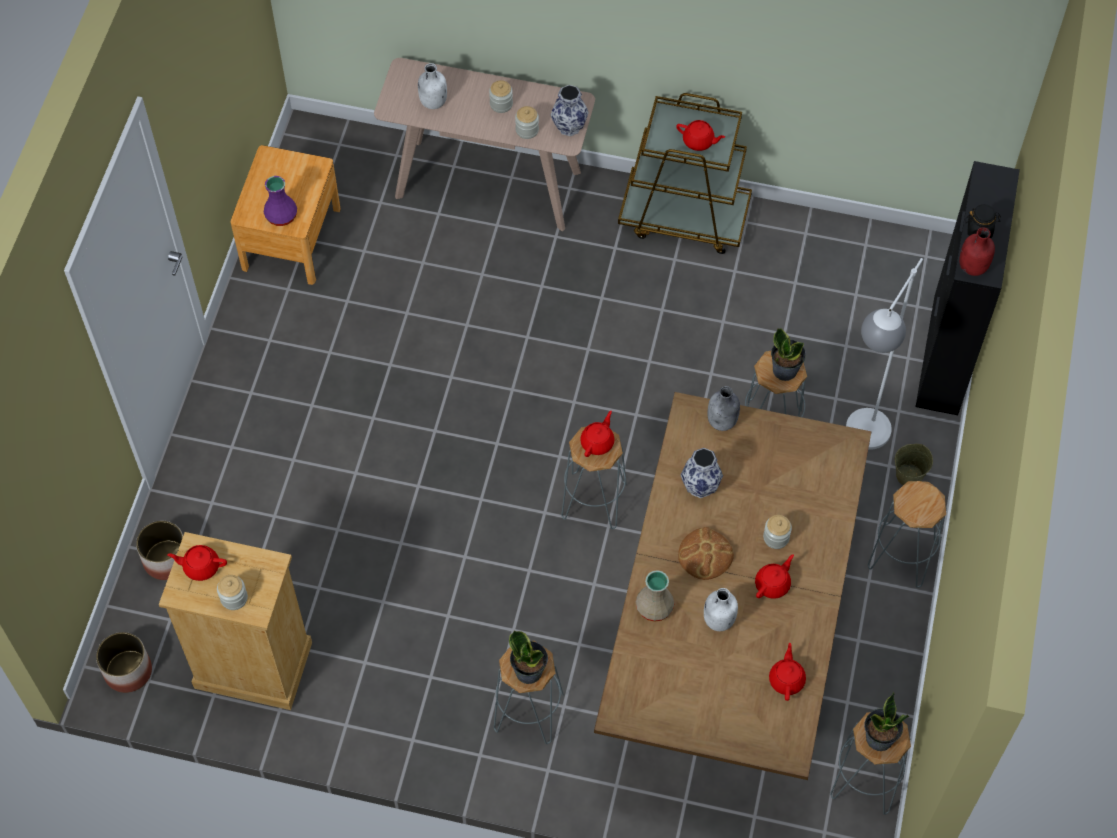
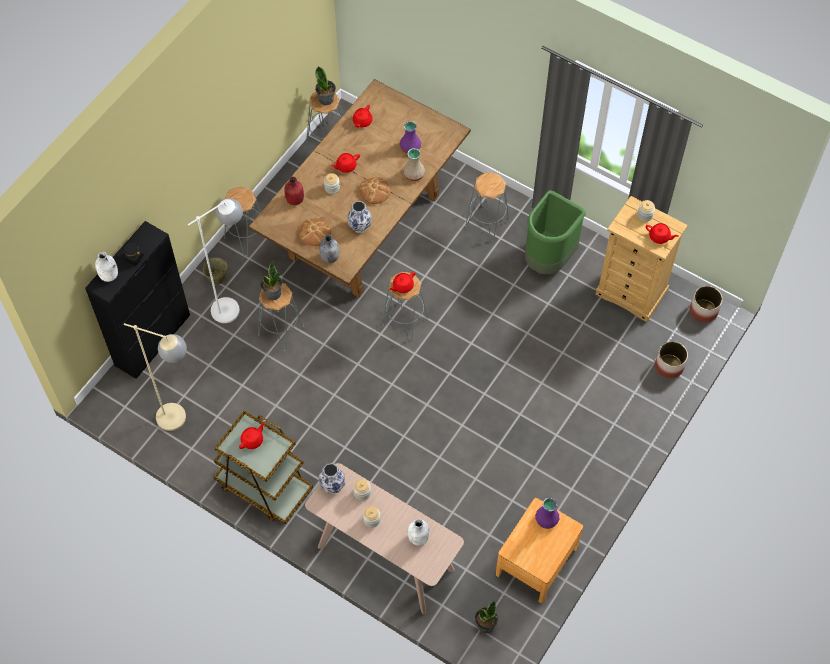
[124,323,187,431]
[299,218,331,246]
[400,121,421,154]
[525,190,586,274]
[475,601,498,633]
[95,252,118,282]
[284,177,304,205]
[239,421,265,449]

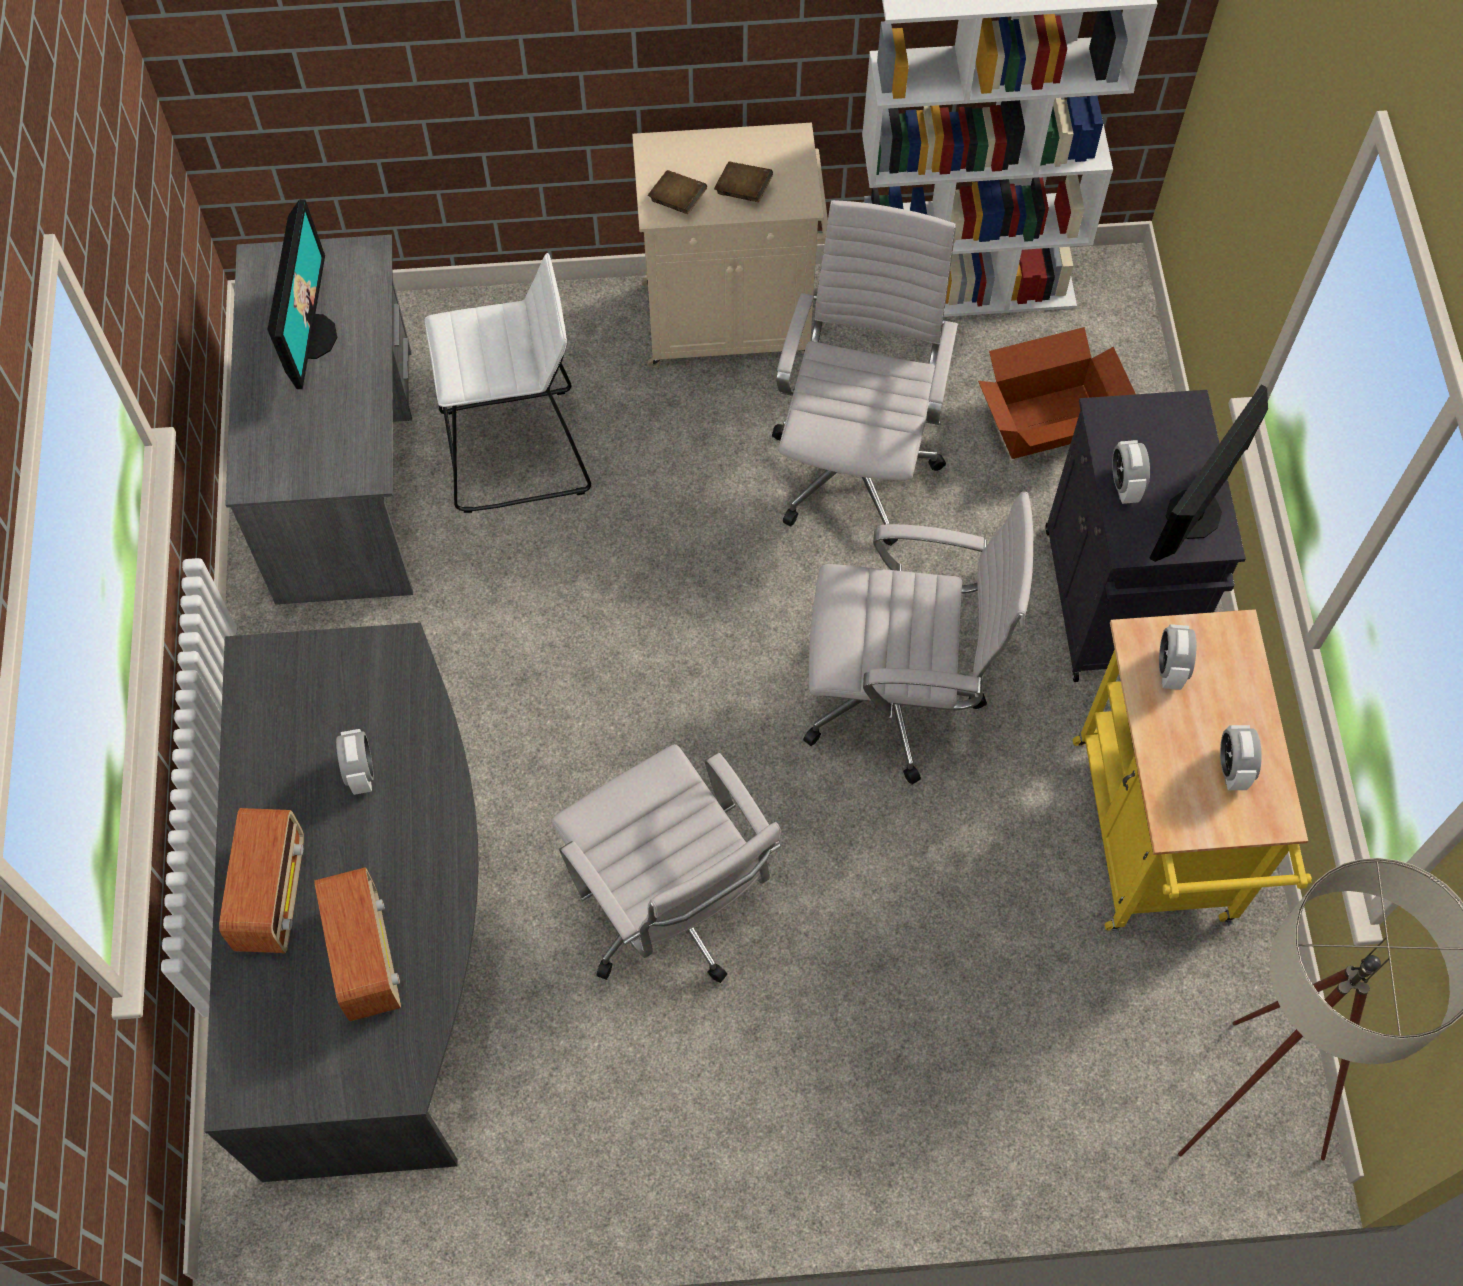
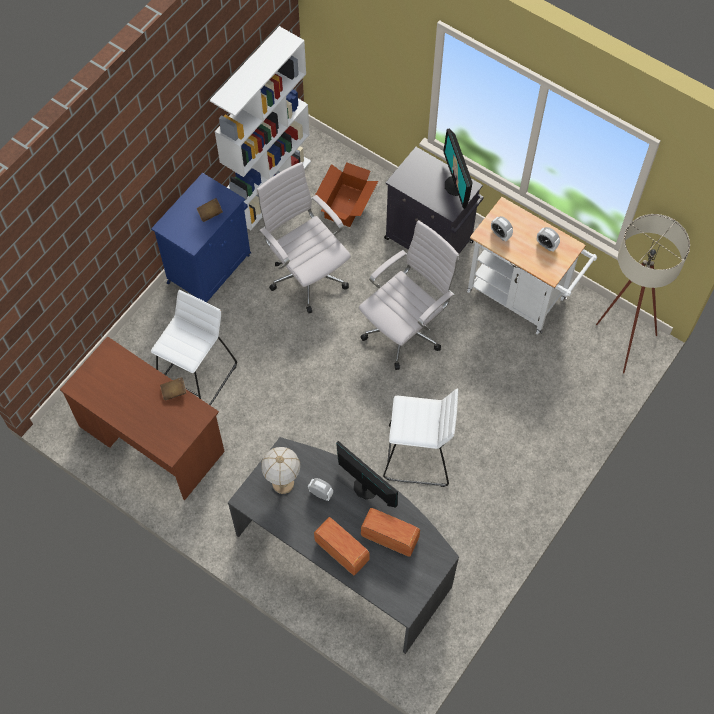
[1112,440,1150,504] (first image)
[261,447,300,494]
[336,441,398,508]
[160,377,186,400]
[383,389,458,487]
[60,336,225,500]
[151,173,251,302]
[467,197,597,335]

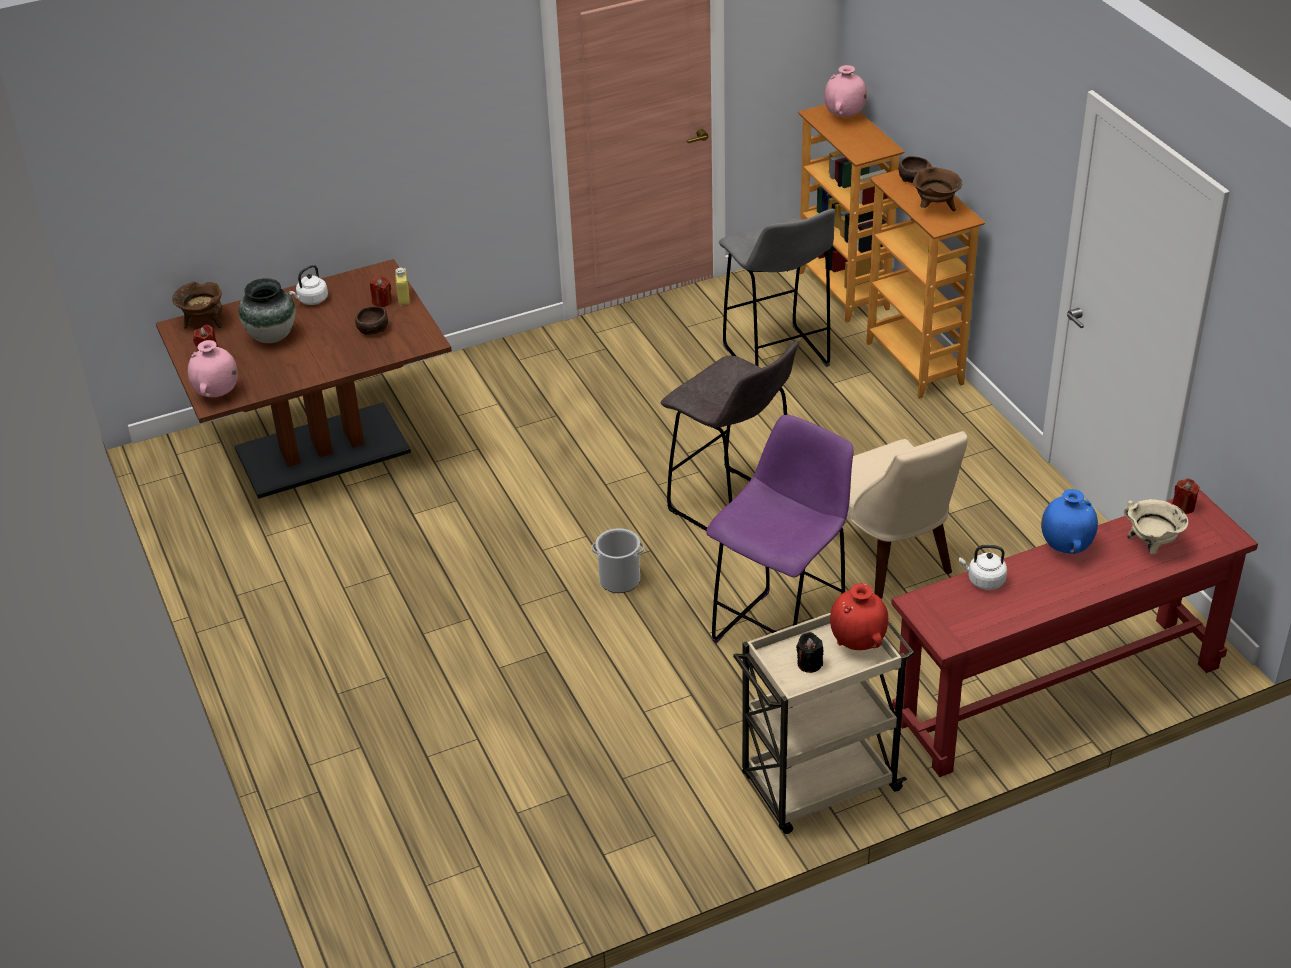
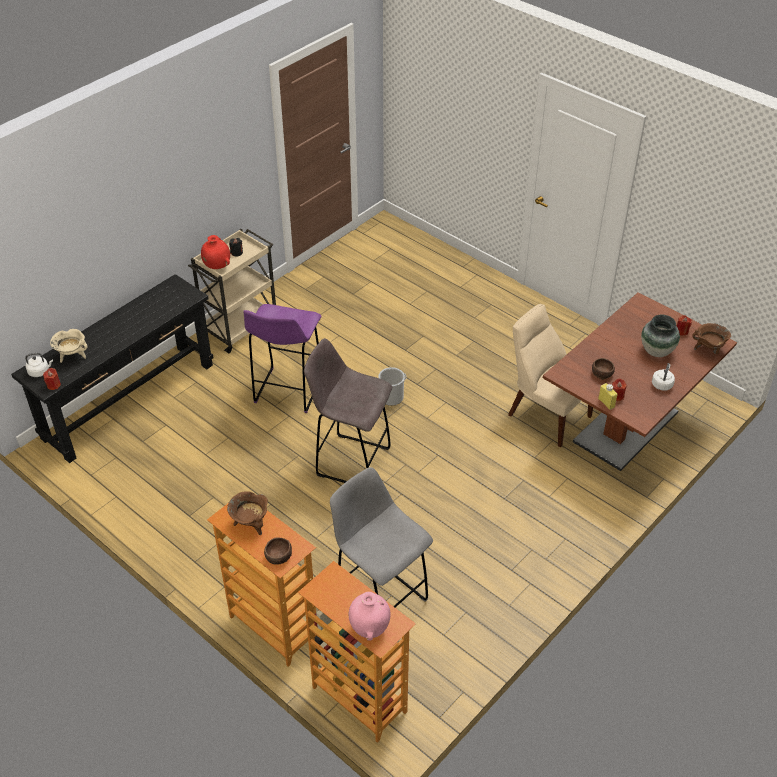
[188,340,238,397] (first image)
[1041,489,1098,554] (first image)
[508,304,593,447]
[25,353,53,377]
[11,274,214,463]

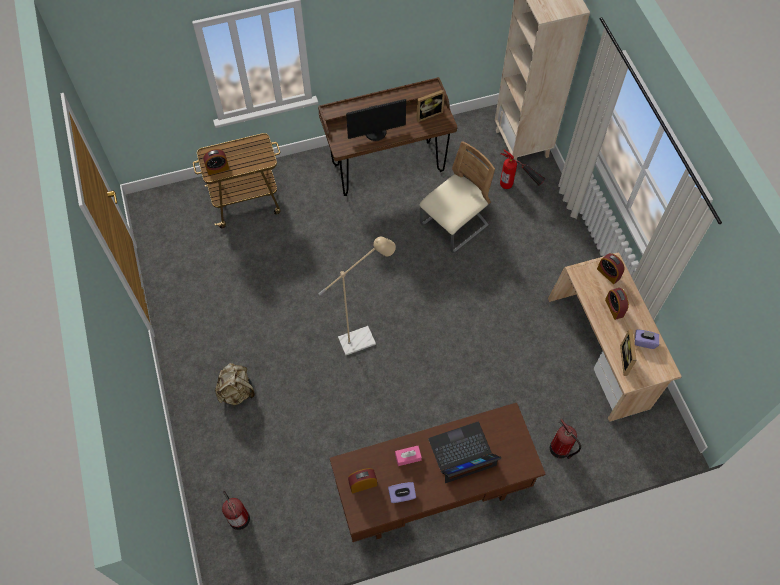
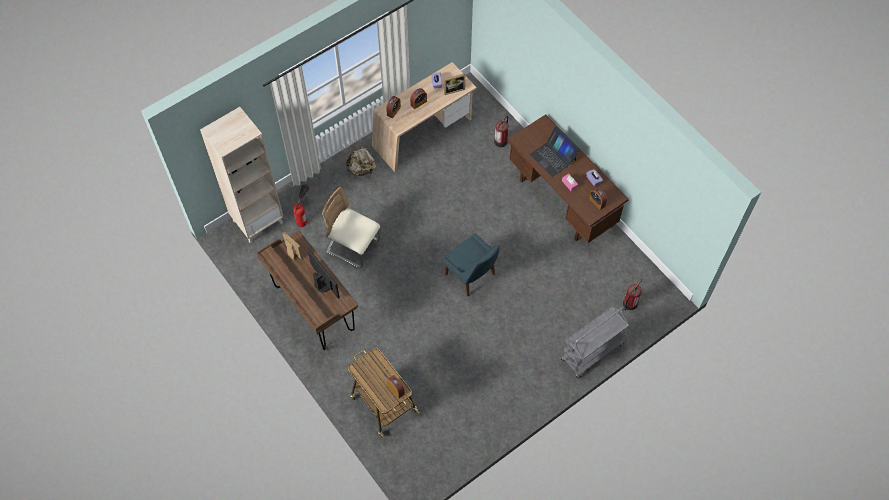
[561,307,629,378]
[346,146,376,176]
[443,233,499,296]

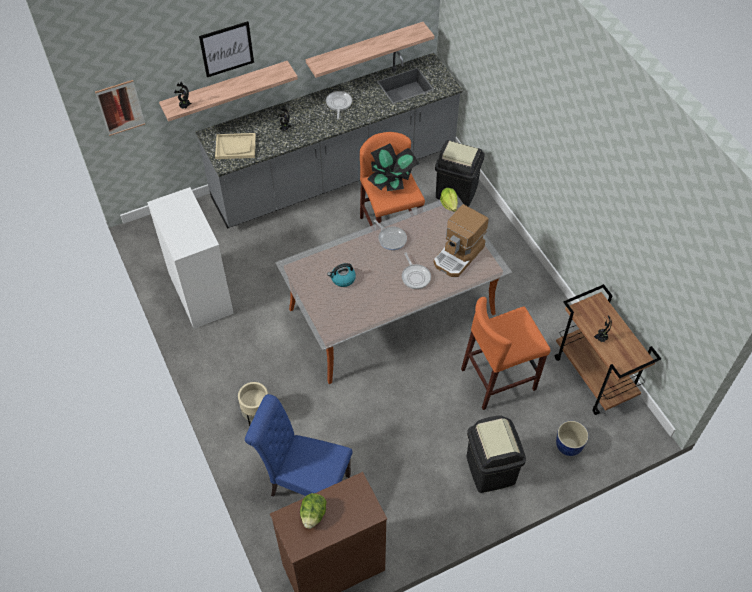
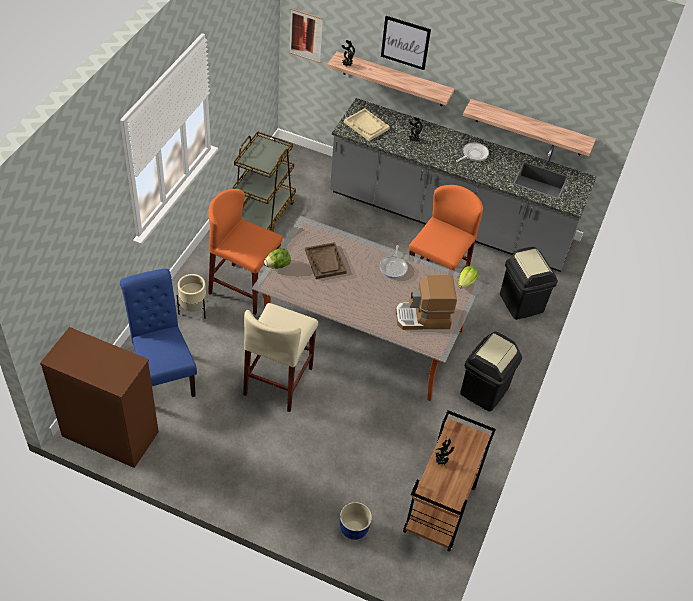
[368,143,420,191] (first image)
[402,253,431,289] (first image)
[243,303,318,412]
[264,248,291,269]
[208,189,283,315]
[460,332,522,412]
[232,131,296,232]
[305,242,347,279]

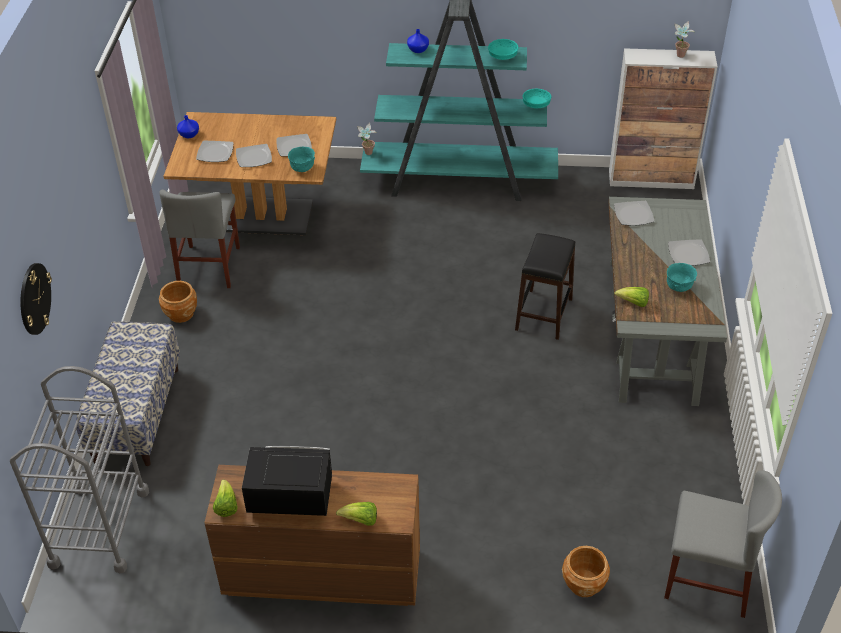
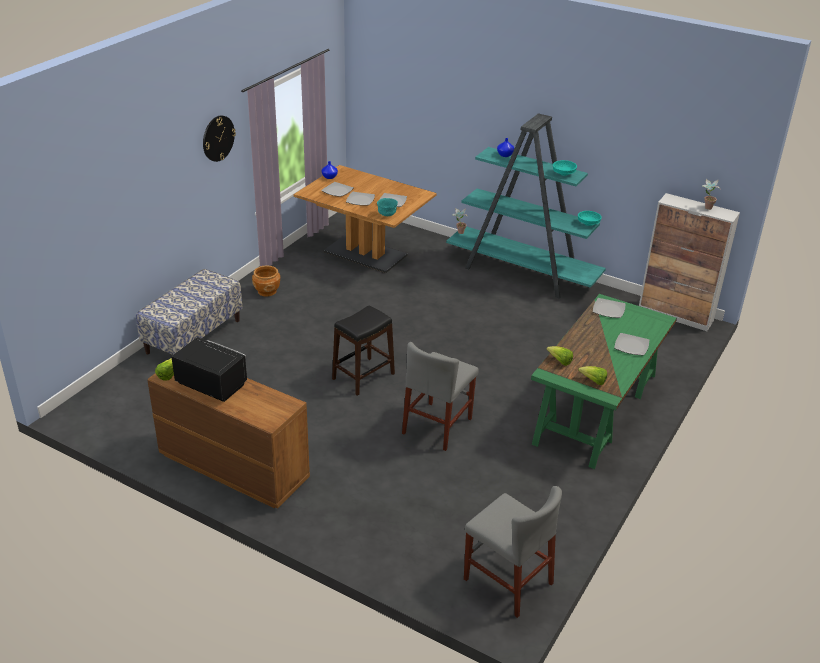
[10,366,149,573] (first image)
[562,546,610,597] (first image)
[667,263,697,292] (first image)
[203,115,236,162]
[402,342,479,451]
[578,366,607,385]
[332,306,395,396]
[531,294,677,469]

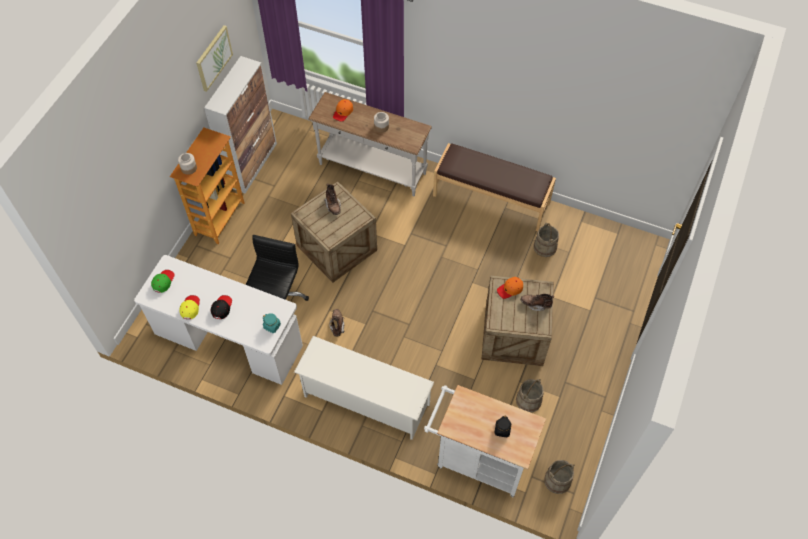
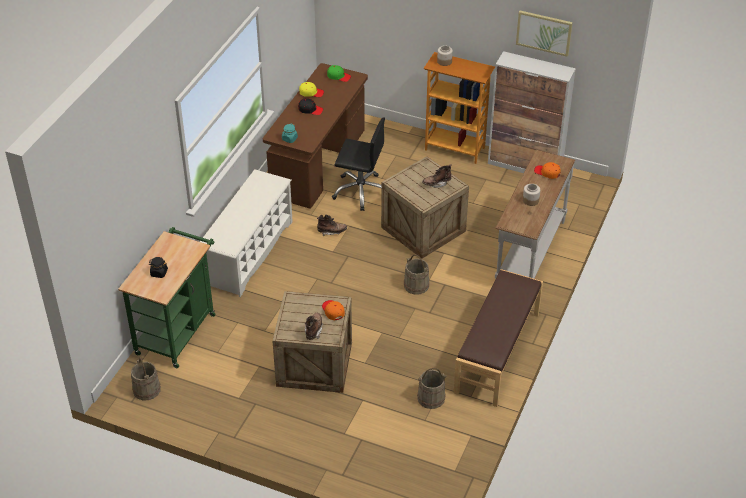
[404,254,430,295]
[263,63,368,209]
[118,227,216,368]

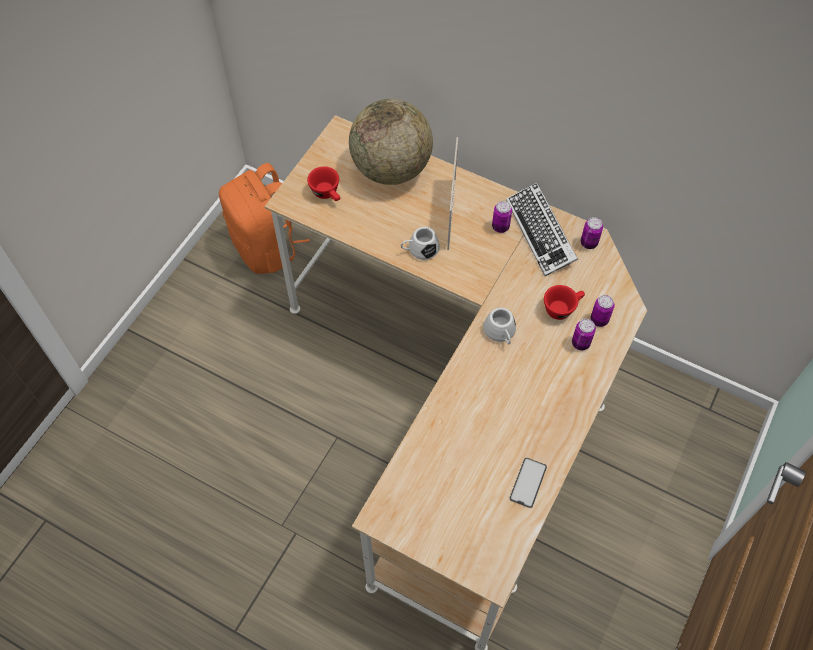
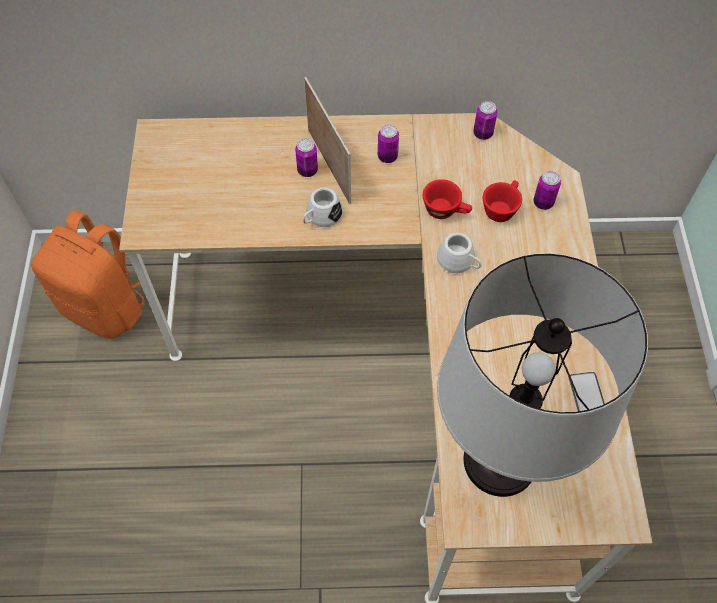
[349,99,433,185] (first image)
[506,182,578,276] (first image)
[437,253,648,497]
[423,179,472,219]
[295,138,318,177]

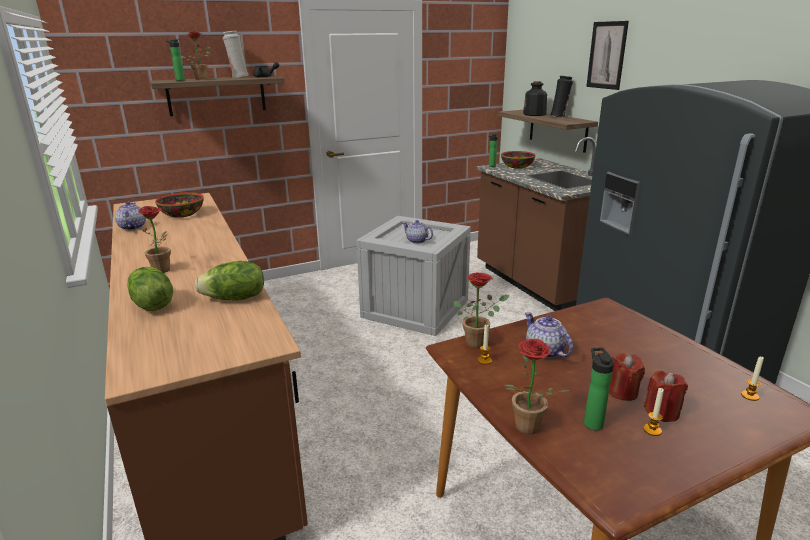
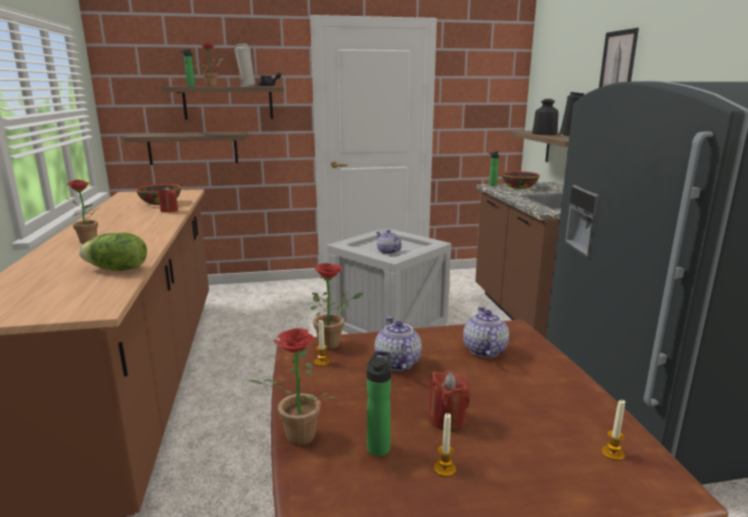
[128,267,173,311] (first image)
[123,132,248,165]
[463,306,509,358]
[158,187,178,213]

